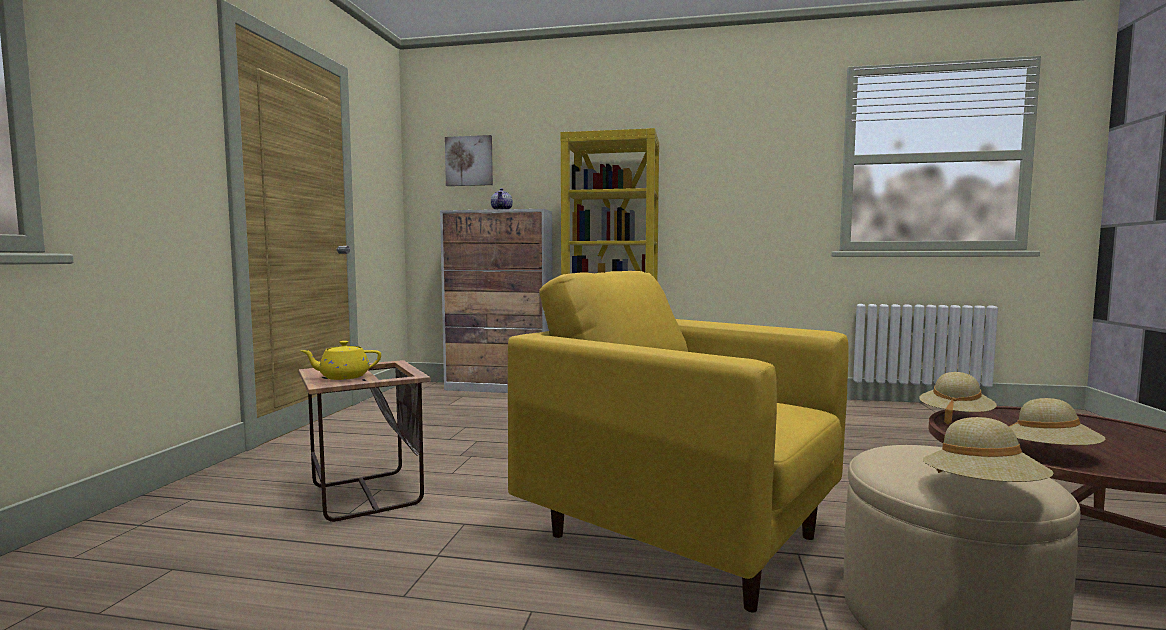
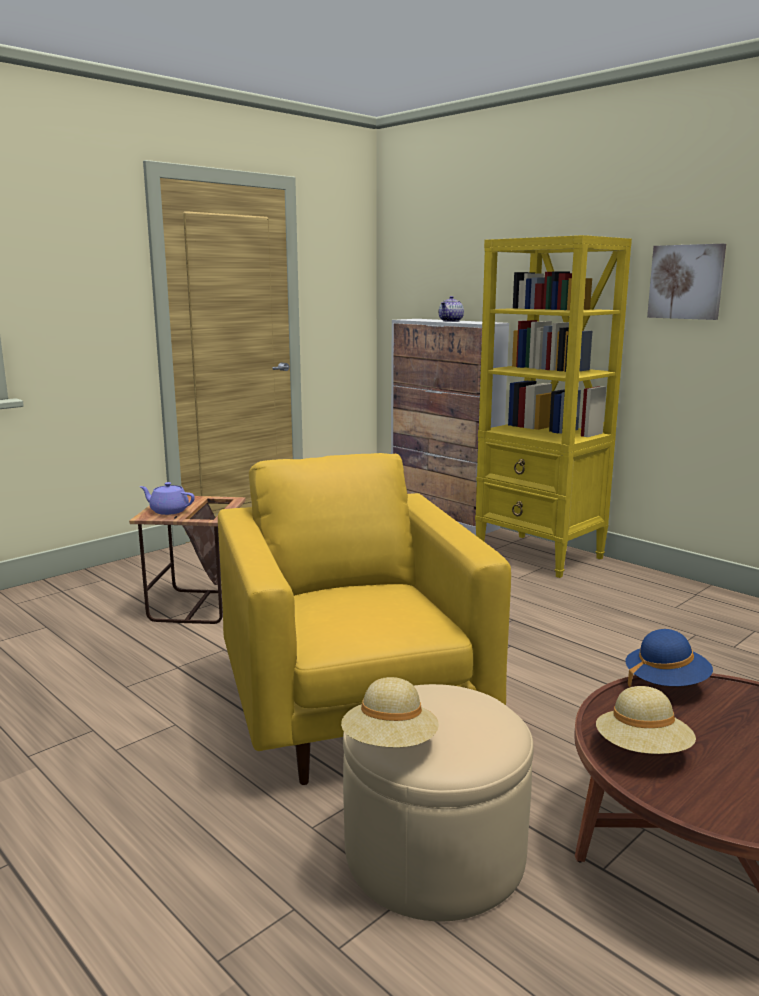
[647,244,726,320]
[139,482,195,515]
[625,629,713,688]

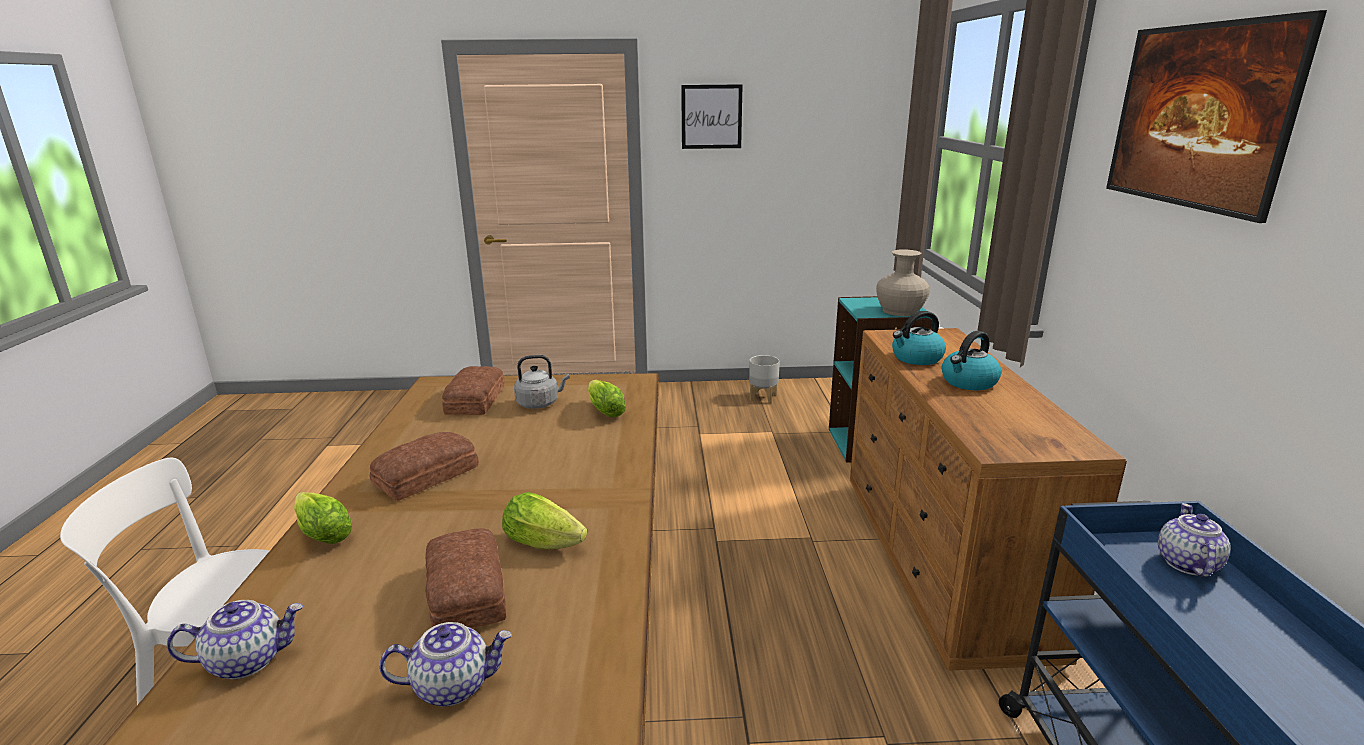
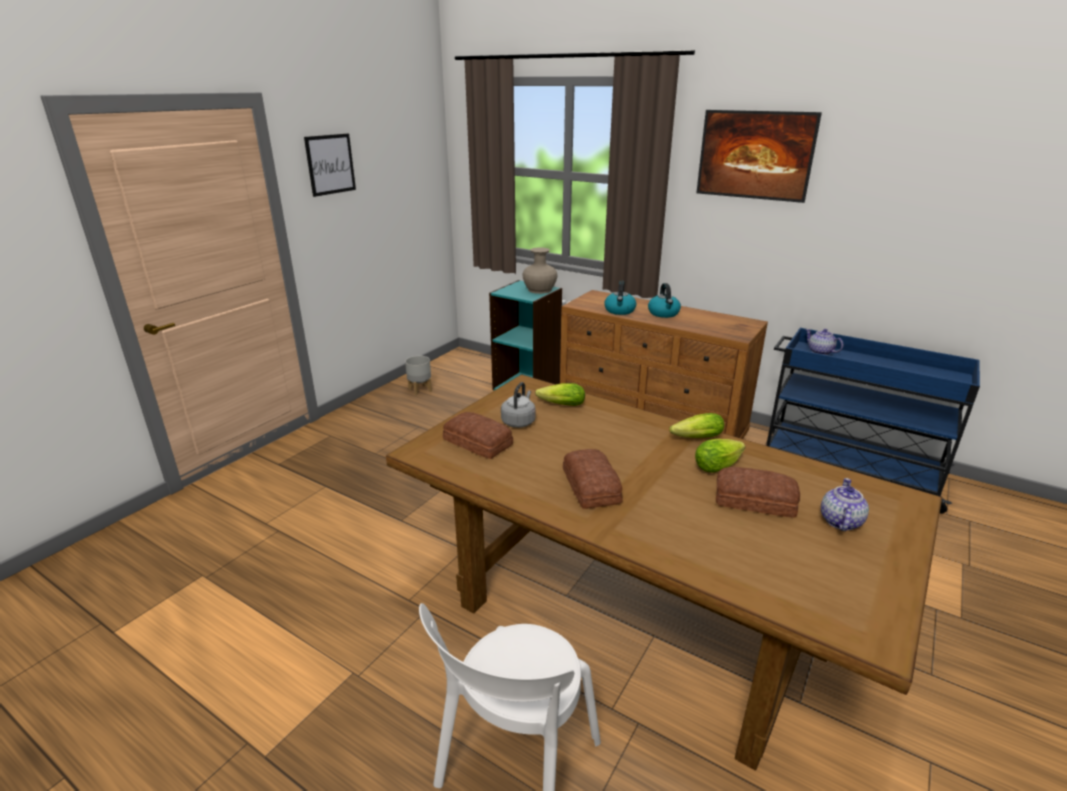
[167,600,303,679] (first image)
[669,413,724,438]

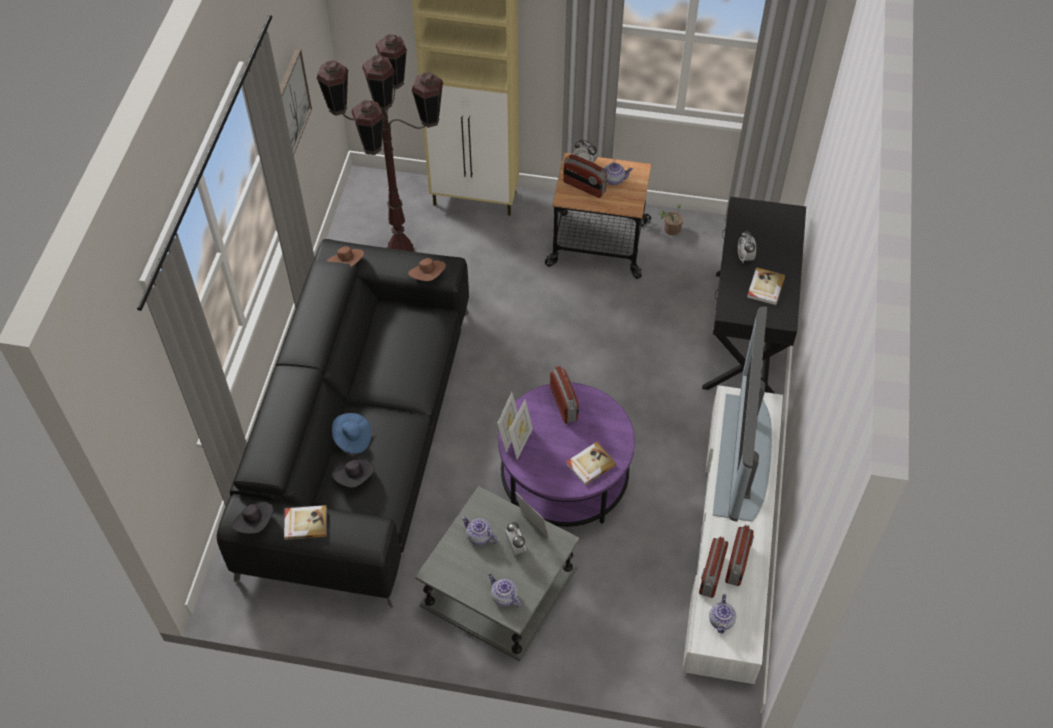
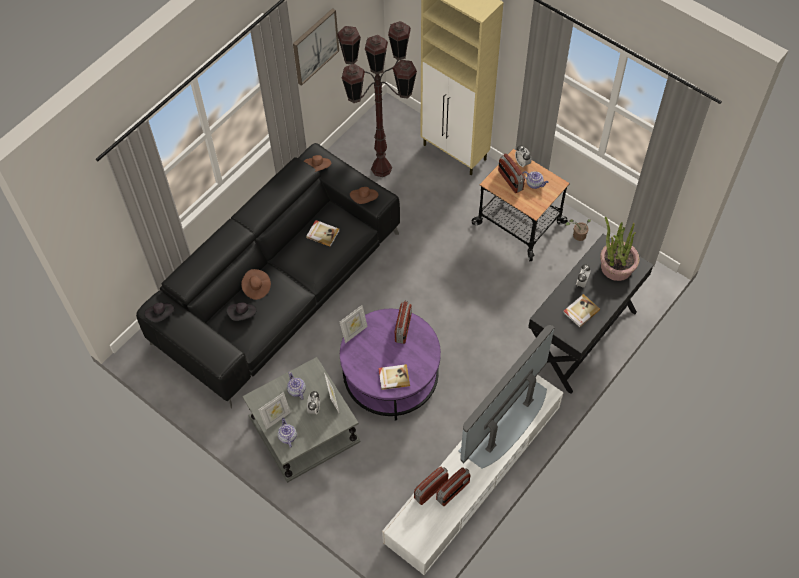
[709,594,736,633] (first image)
[600,216,640,281]
[306,220,340,247]
[258,392,291,430]
[241,269,271,300]

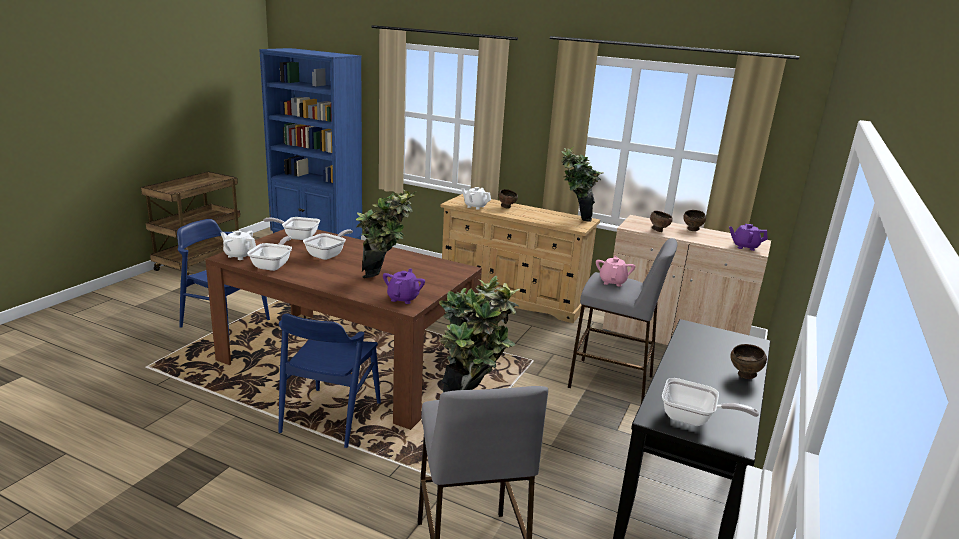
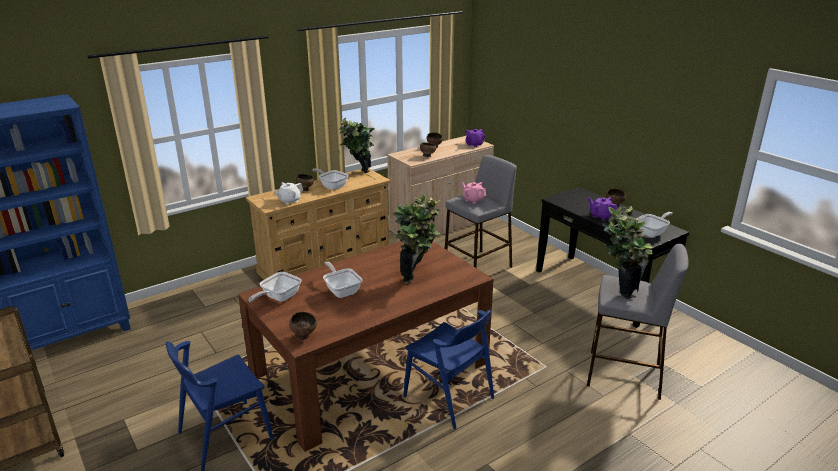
[313,168,349,190]
[588,197,617,221]
[289,312,317,340]

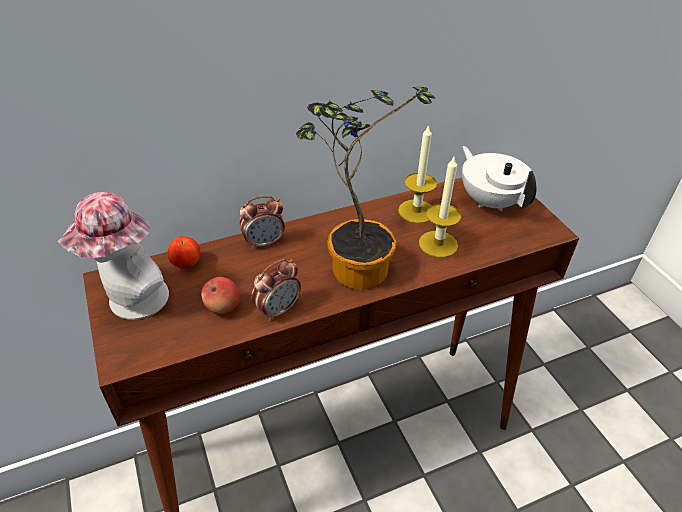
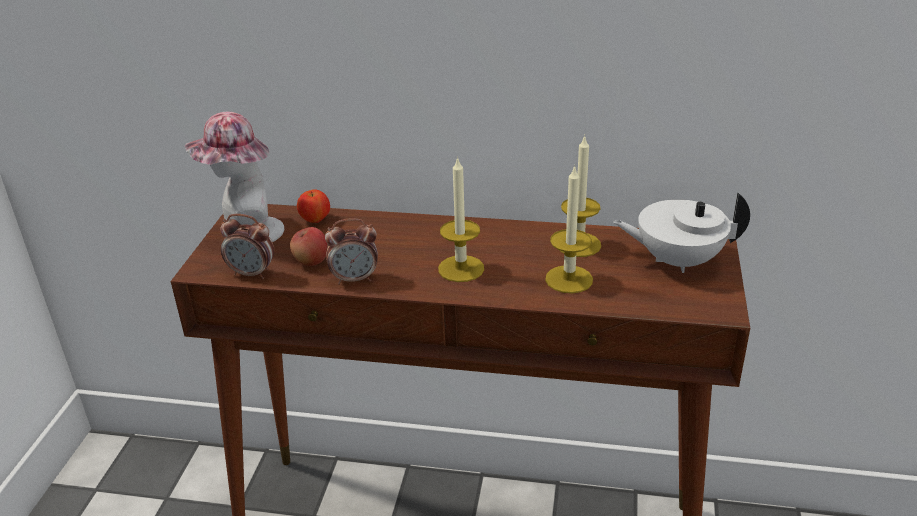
[220,214,275,279]
[438,156,484,282]
[613,192,750,273]

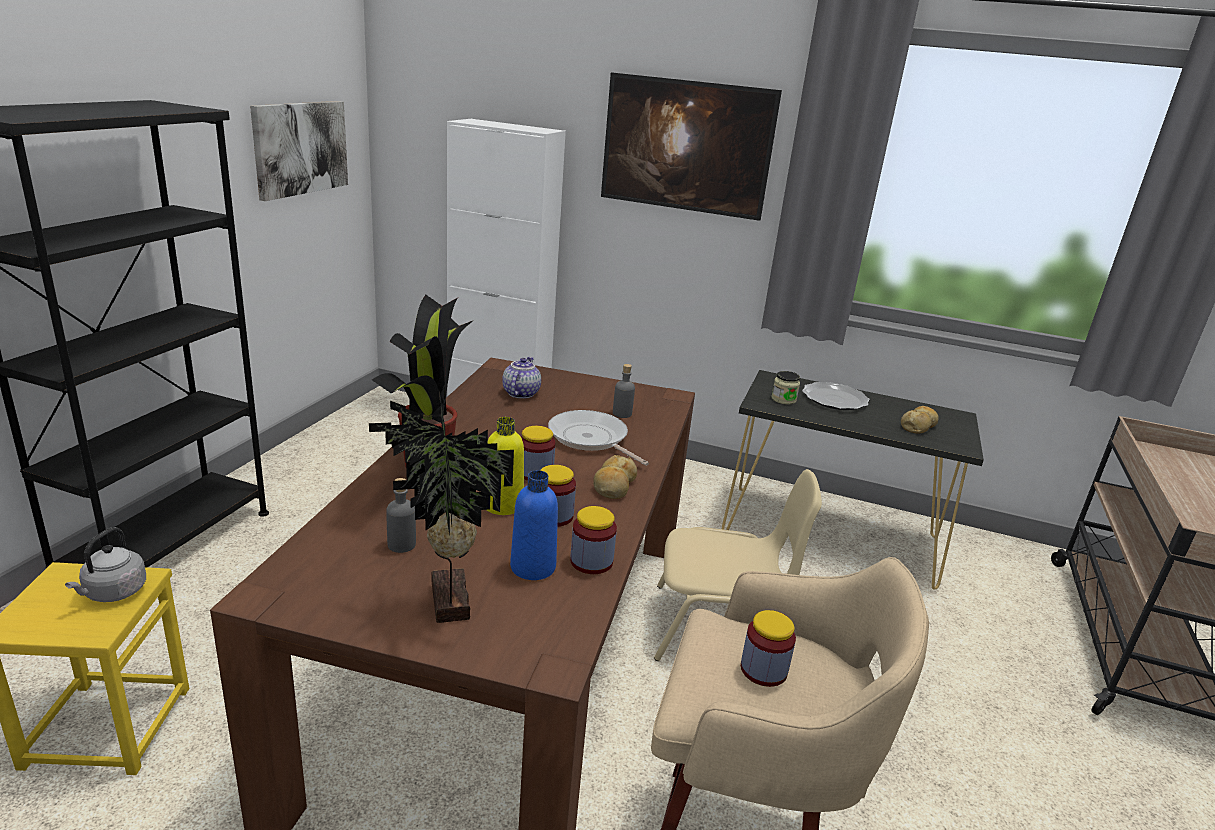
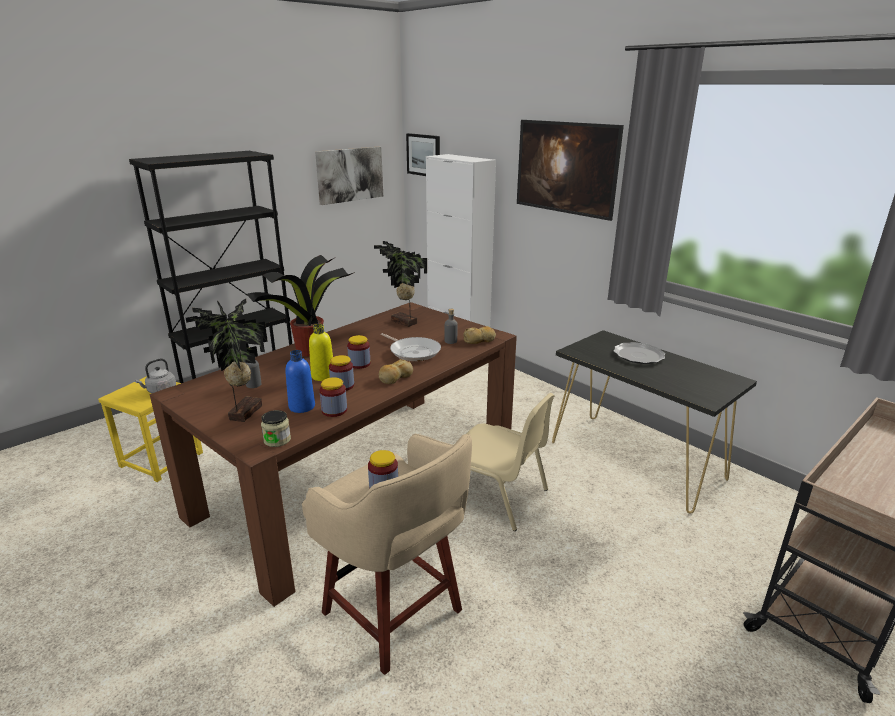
[406,133,440,176]
[261,410,291,447]
[463,326,496,344]
[374,241,427,327]
[381,333,441,361]

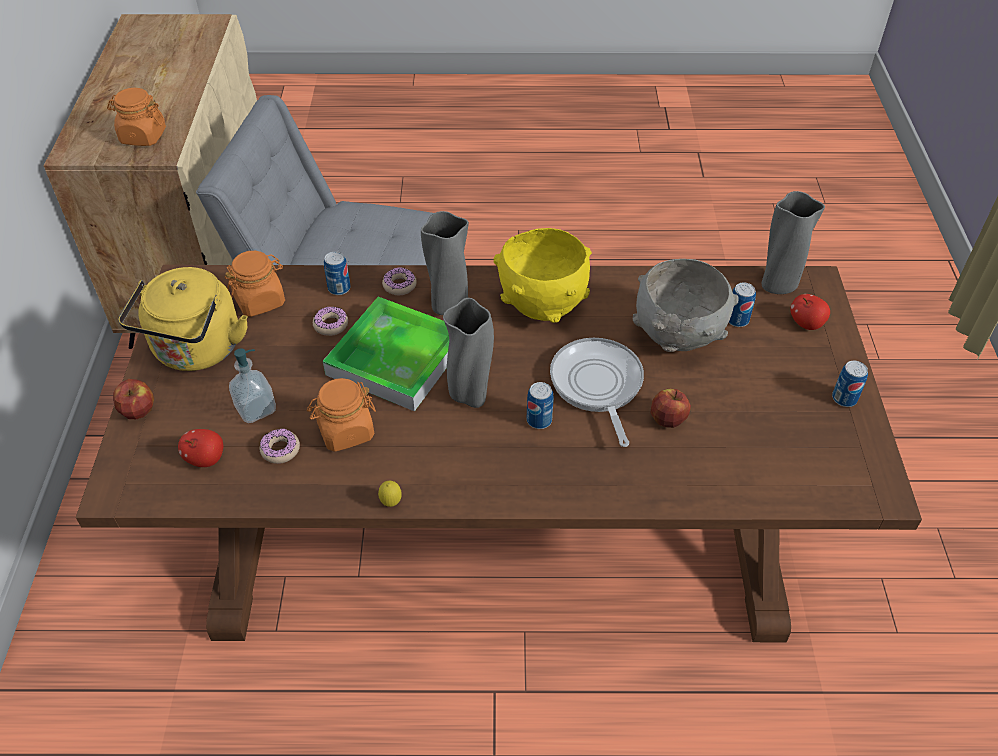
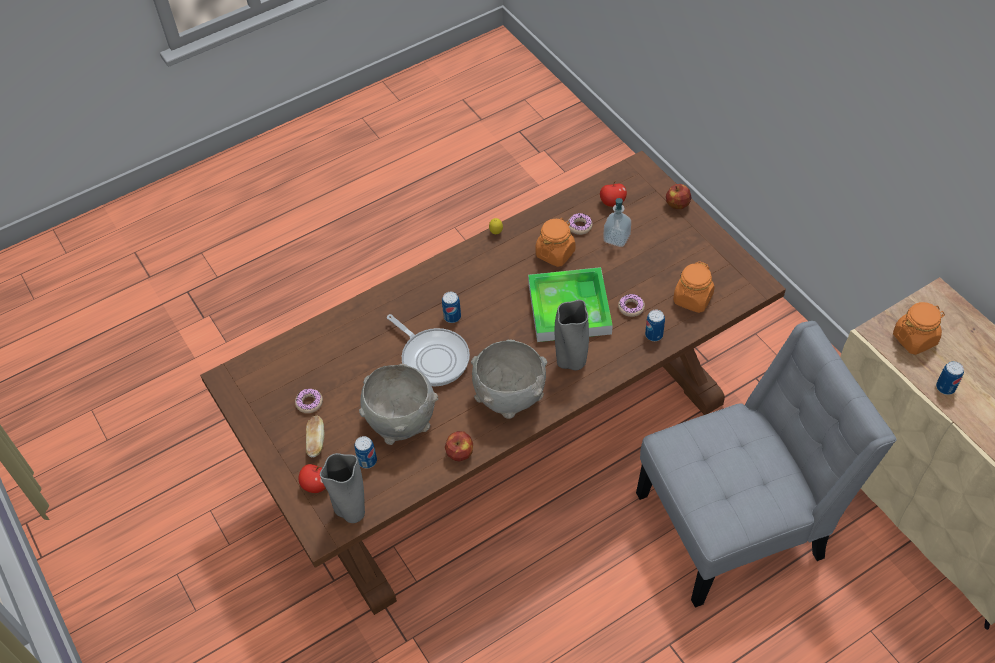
[118,267,248,371] (first image)
[443,298,494,408] (first image)
[306,416,324,457]
[295,389,323,413]
[445,431,473,462]
[936,361,964,395]
[471,339,547,419]

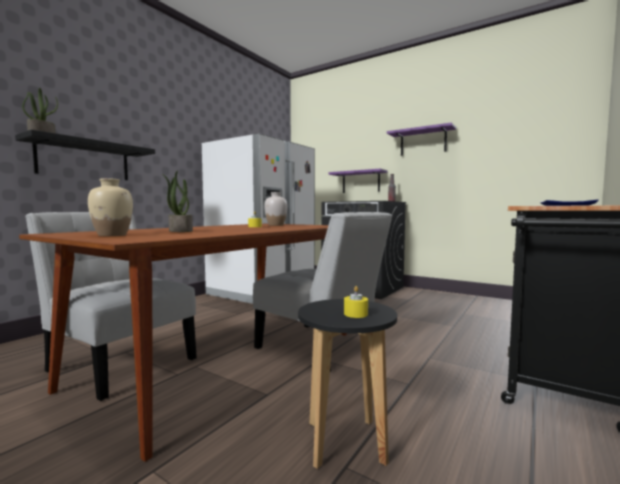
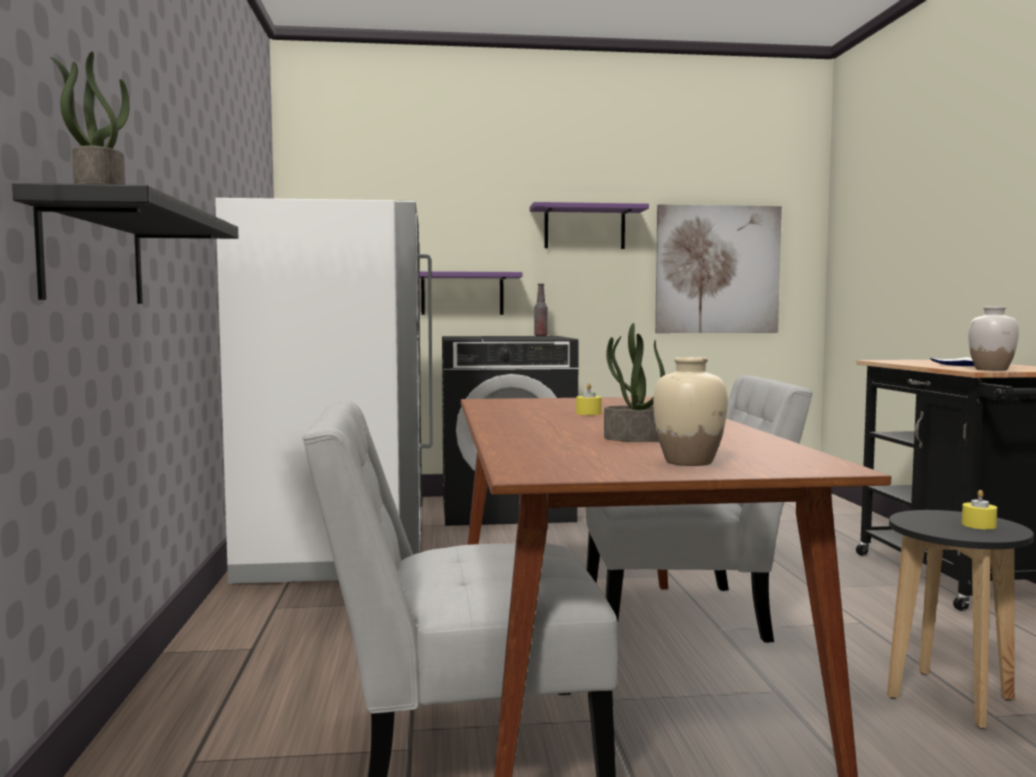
[655,204,782,333]
[968,307,1019,371]

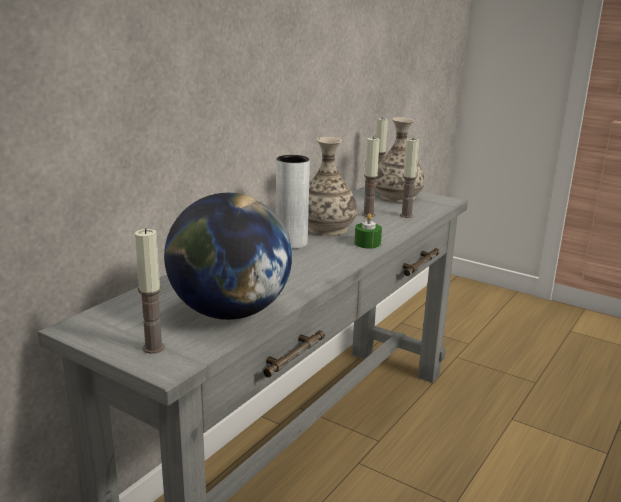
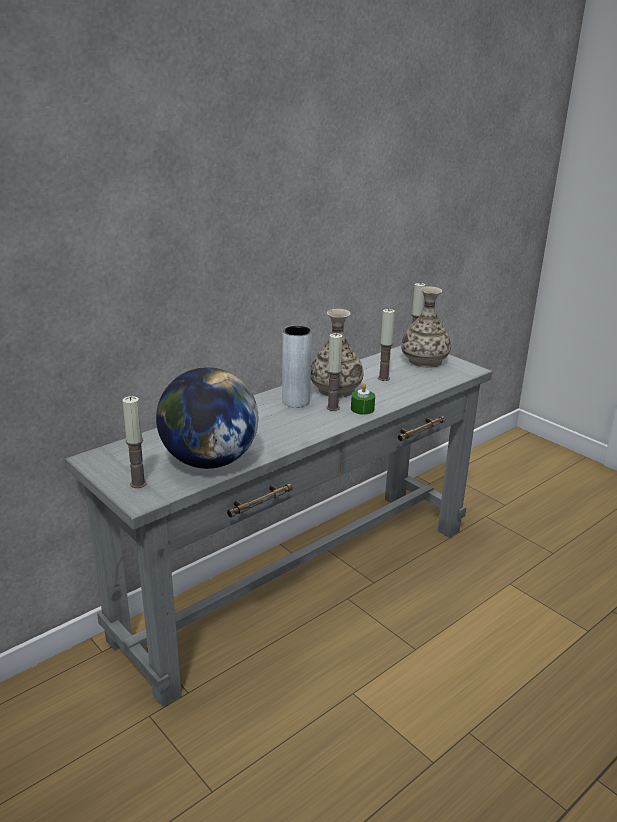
[326,333,343,411]

